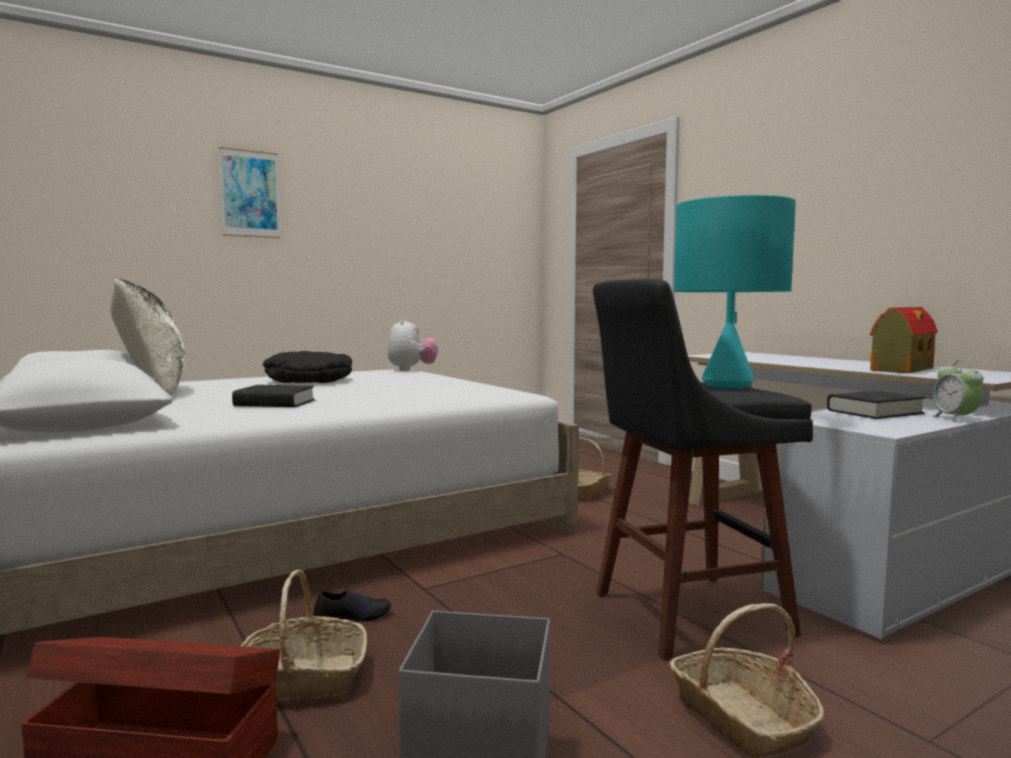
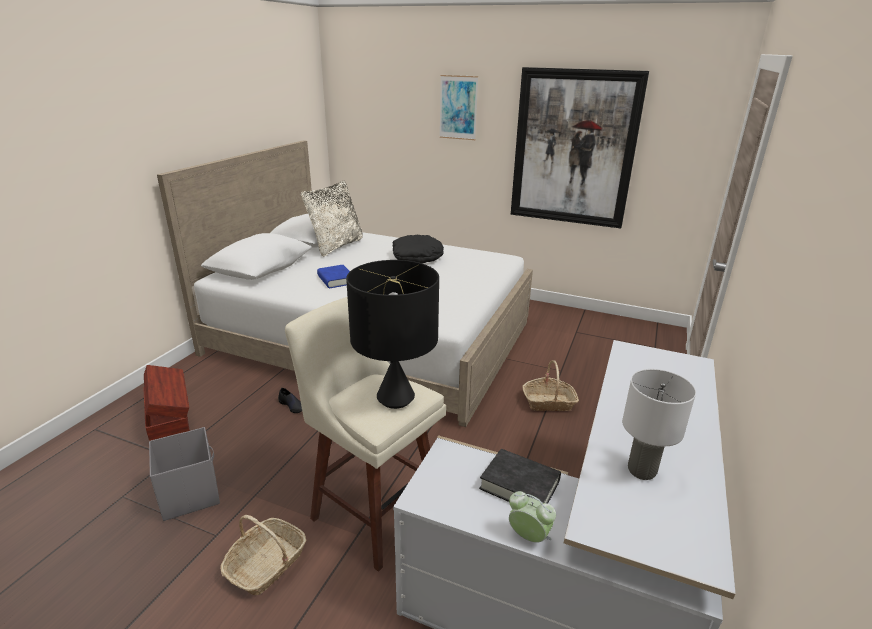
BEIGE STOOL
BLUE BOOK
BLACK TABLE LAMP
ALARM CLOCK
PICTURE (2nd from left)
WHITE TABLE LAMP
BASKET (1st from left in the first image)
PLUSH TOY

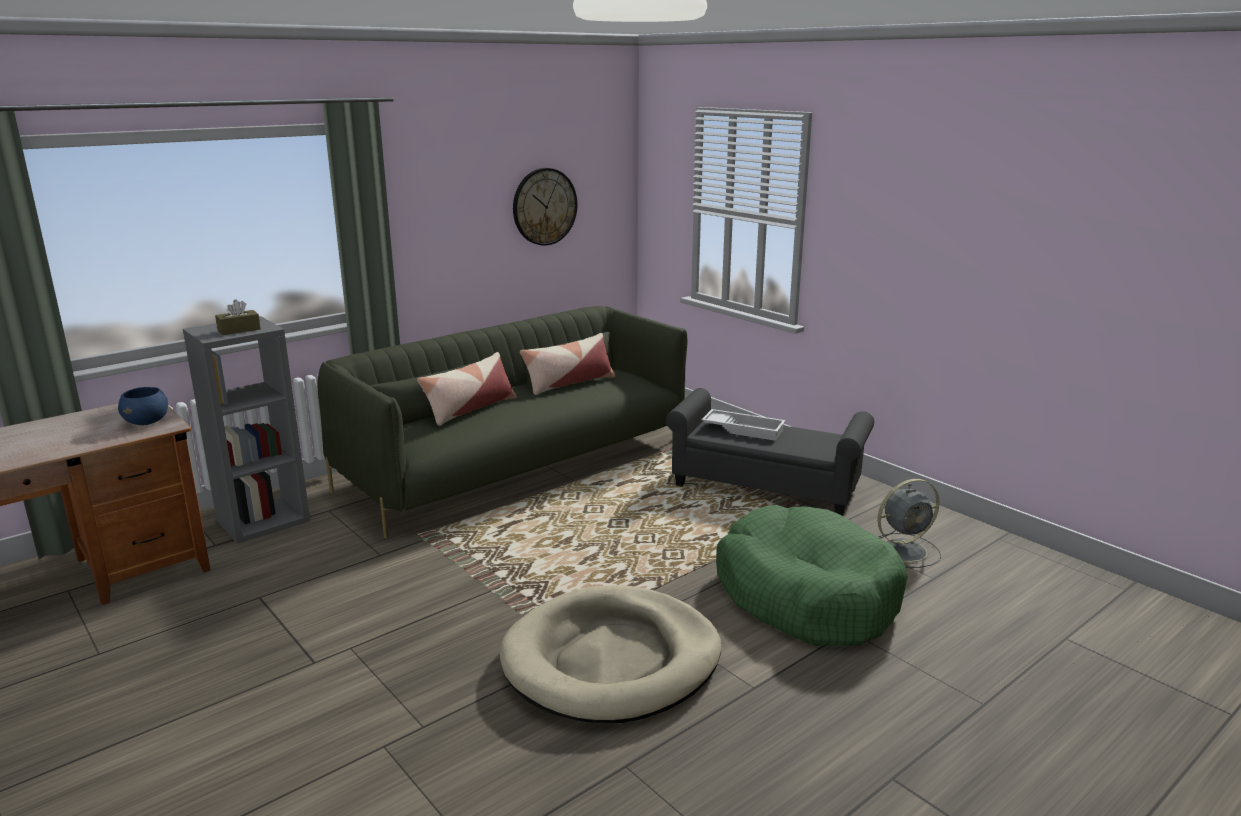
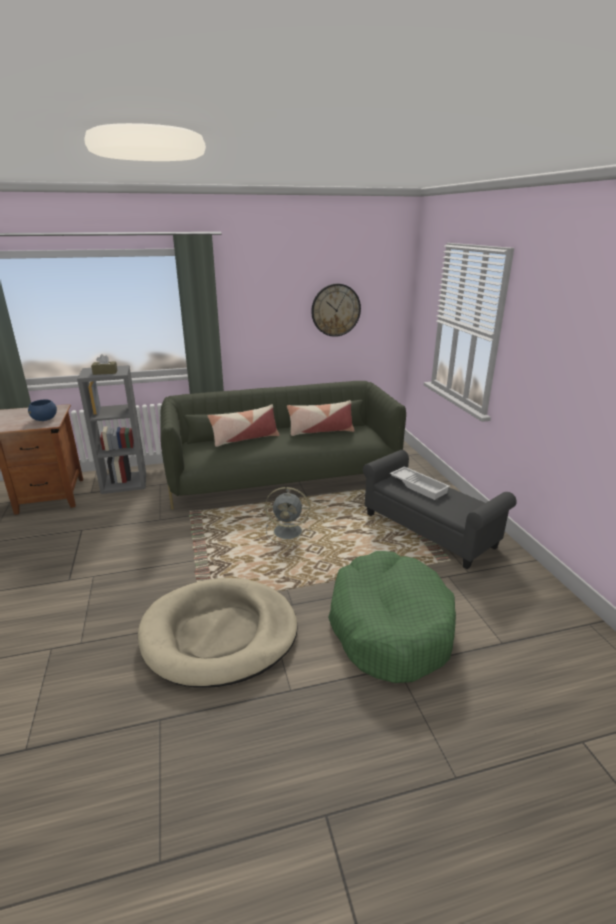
GREY FAN

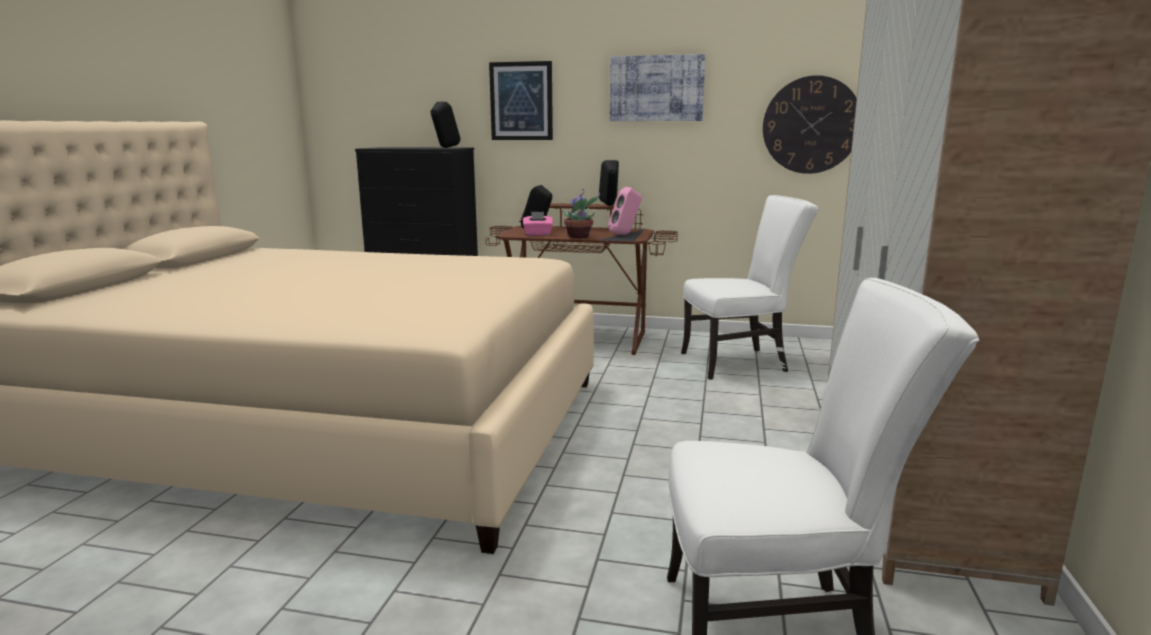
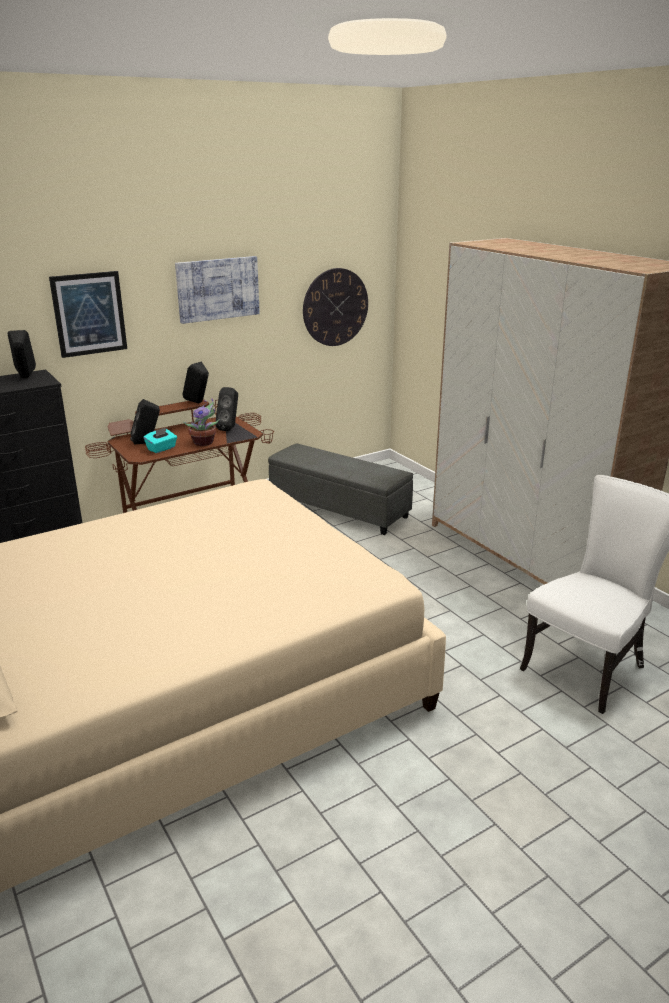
TURQUOISE TISSUE BOX
BLACK SPEAKER (4th from left)
GREY OTTOMAN

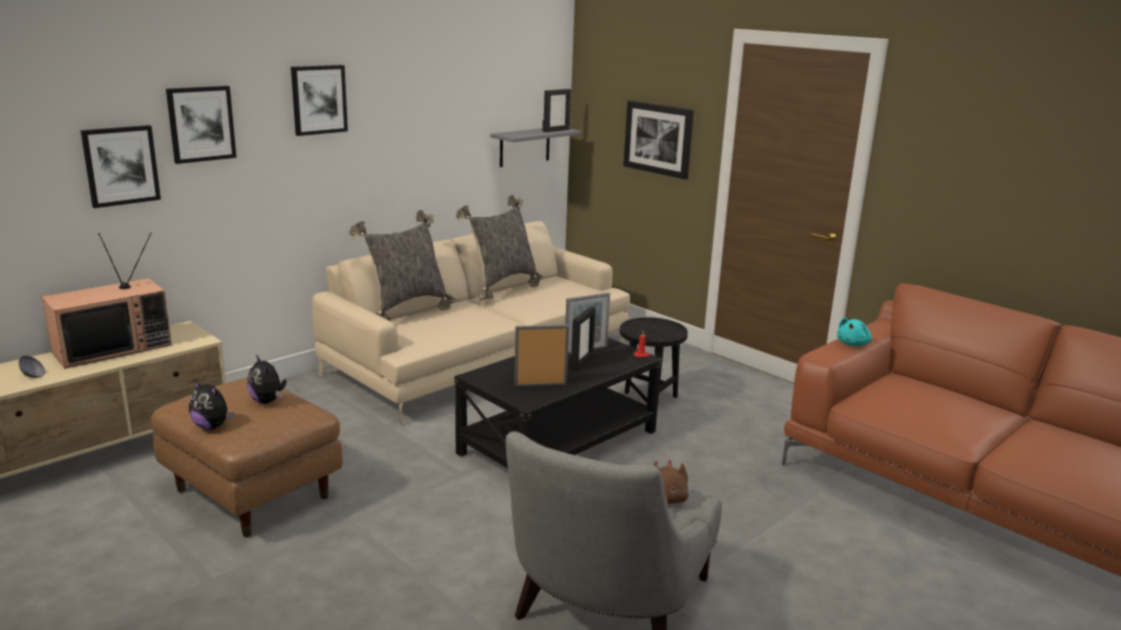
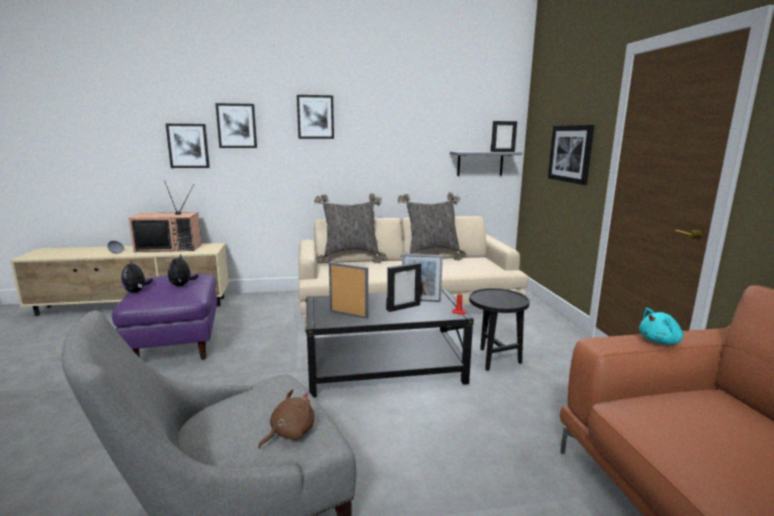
PURPLE OTTOMAN

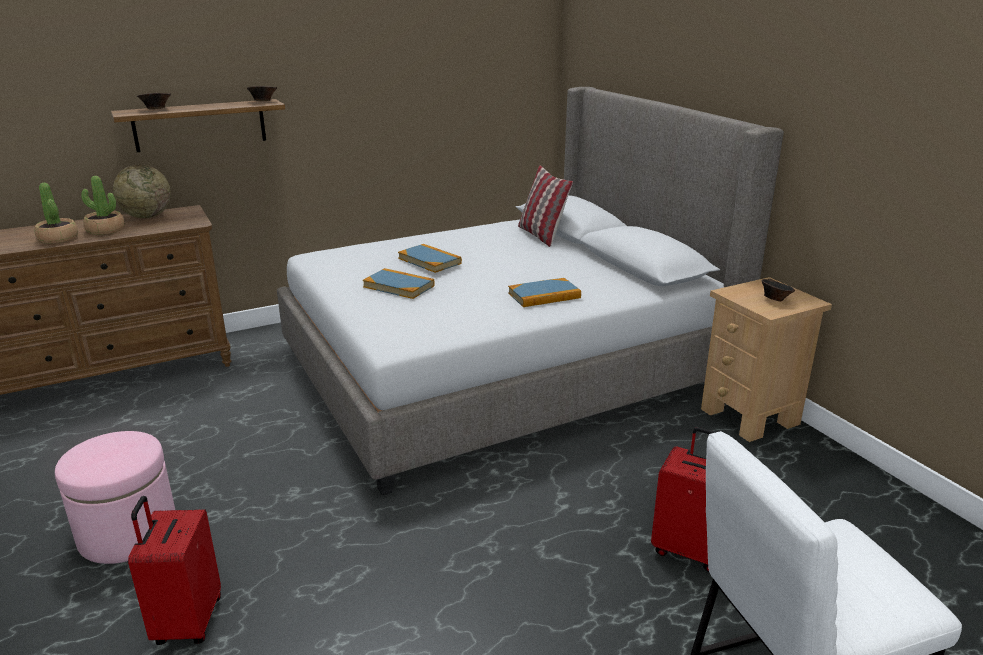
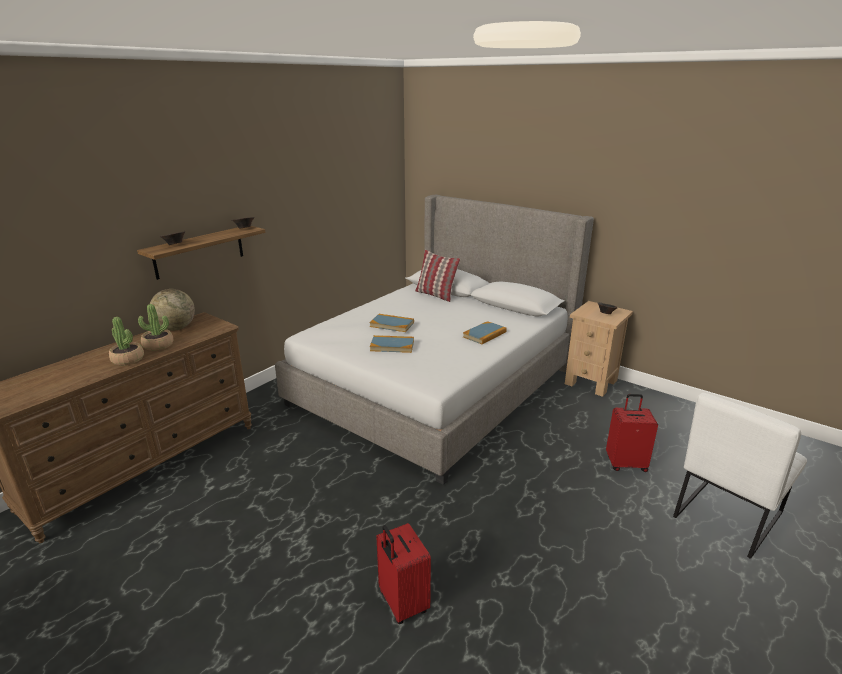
PINK OTTOMAN

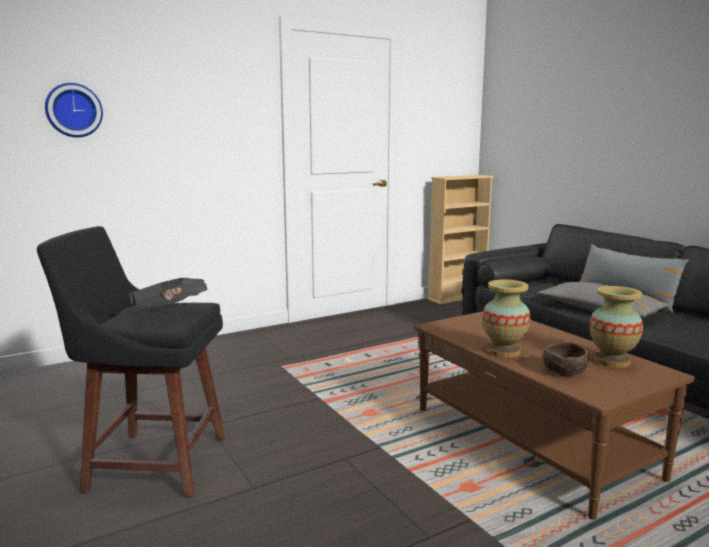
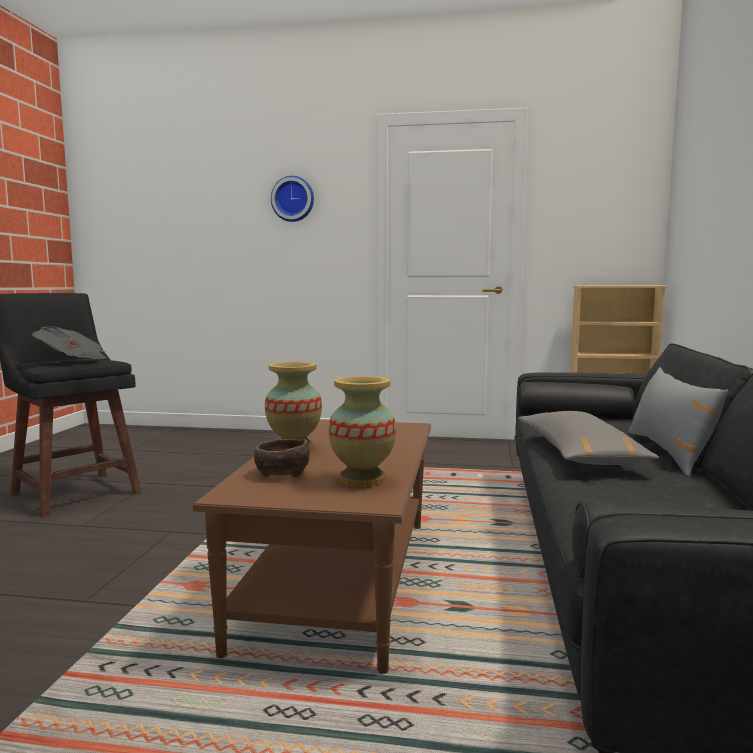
WALL CLOCK

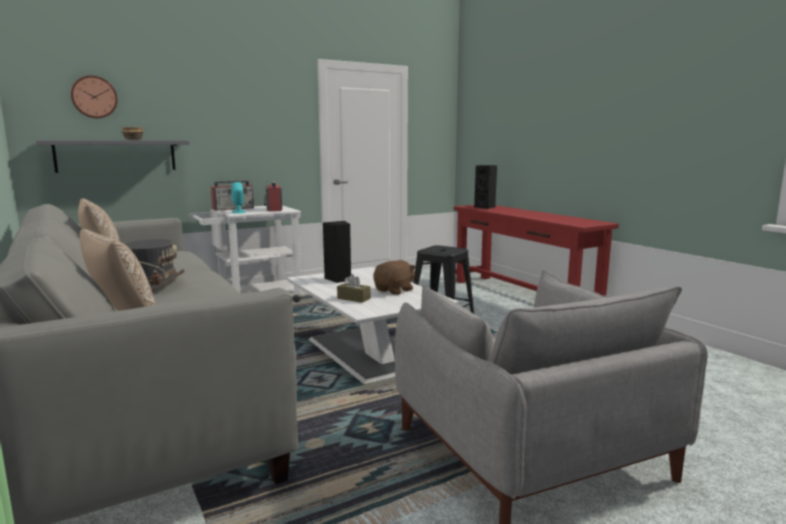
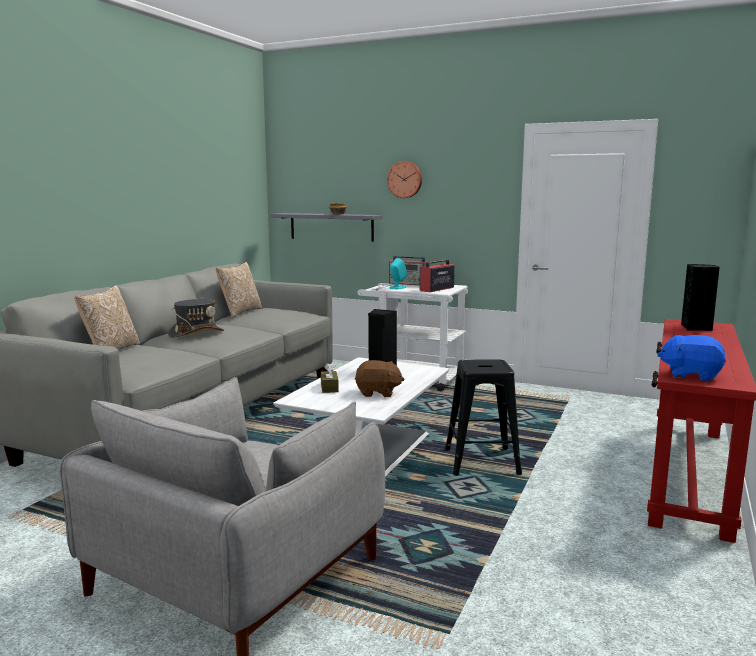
WALL CLOCK
BLUE PLUSH TOY

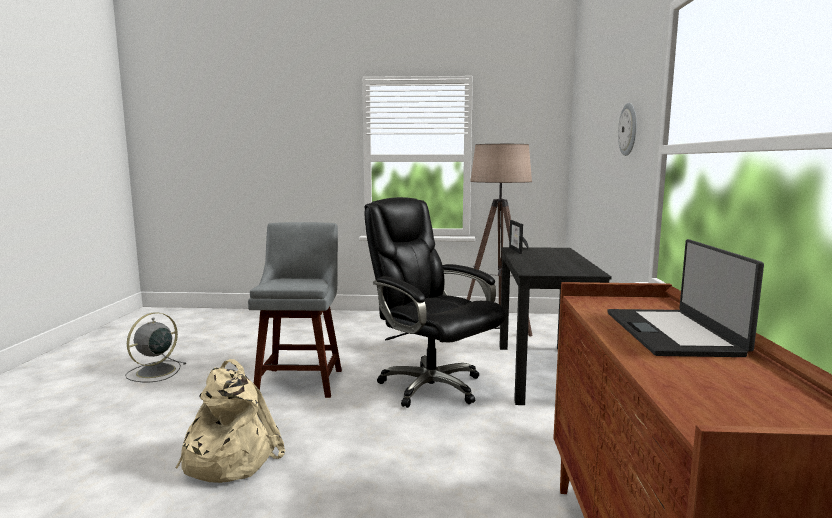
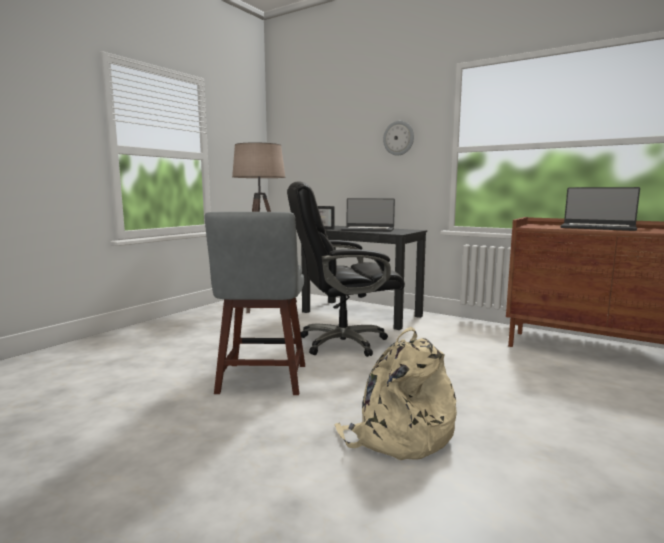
GREY CHAIR
LAPTOP (1st from left)
GREY FAN

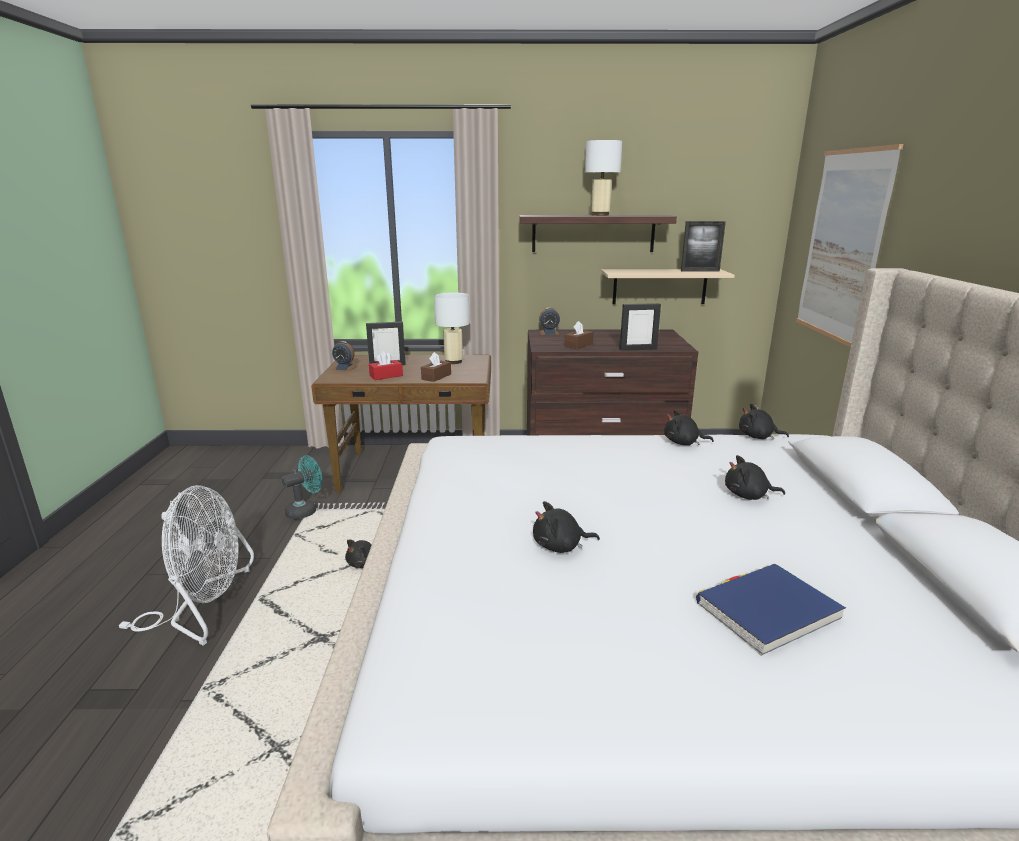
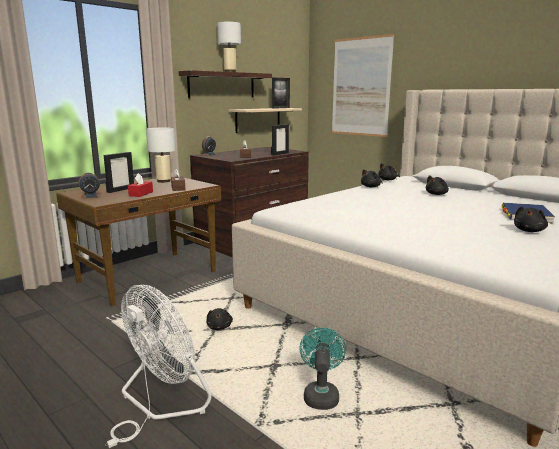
TURQUOISE FAN
BLACK PLUSH TOY (5th from left)

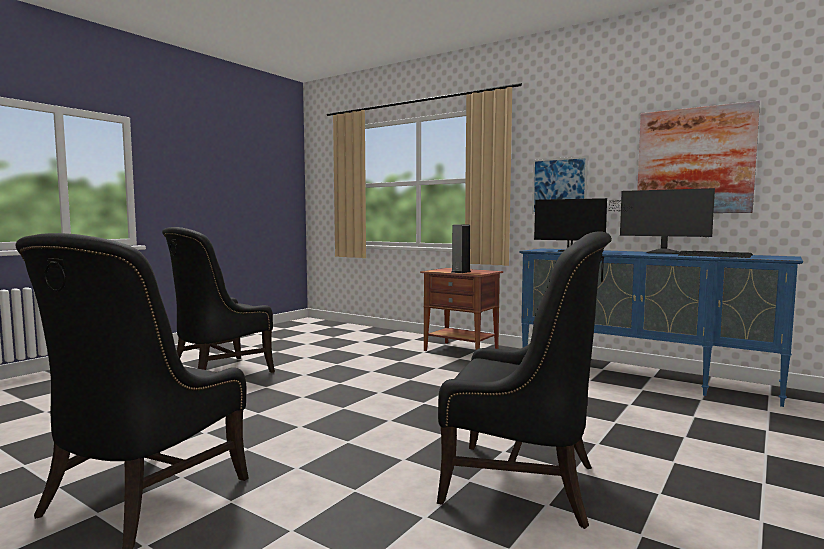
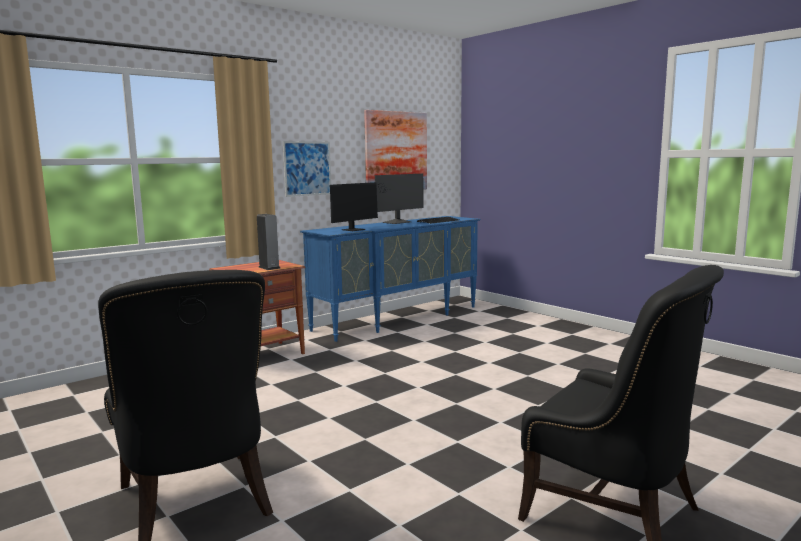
BLACK CHAIR (3rd from left in the first image)

